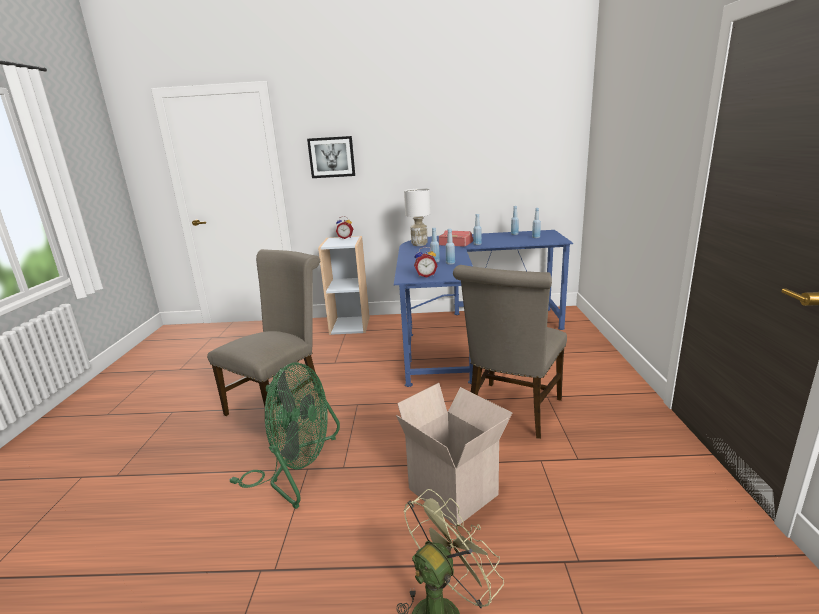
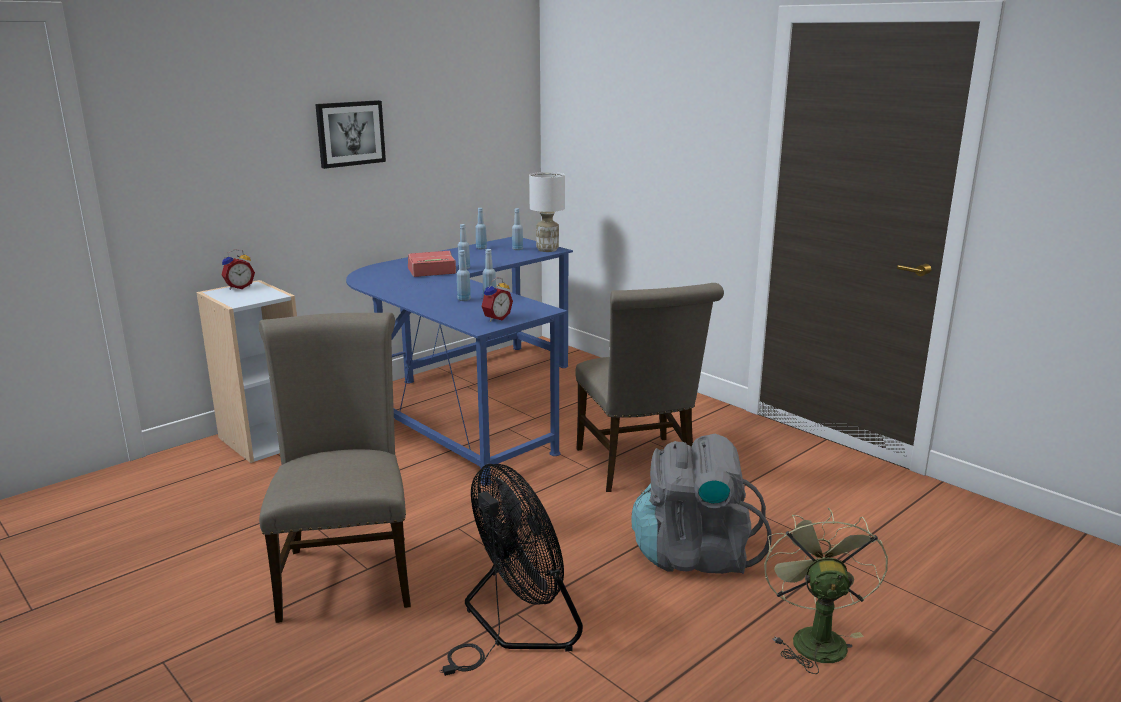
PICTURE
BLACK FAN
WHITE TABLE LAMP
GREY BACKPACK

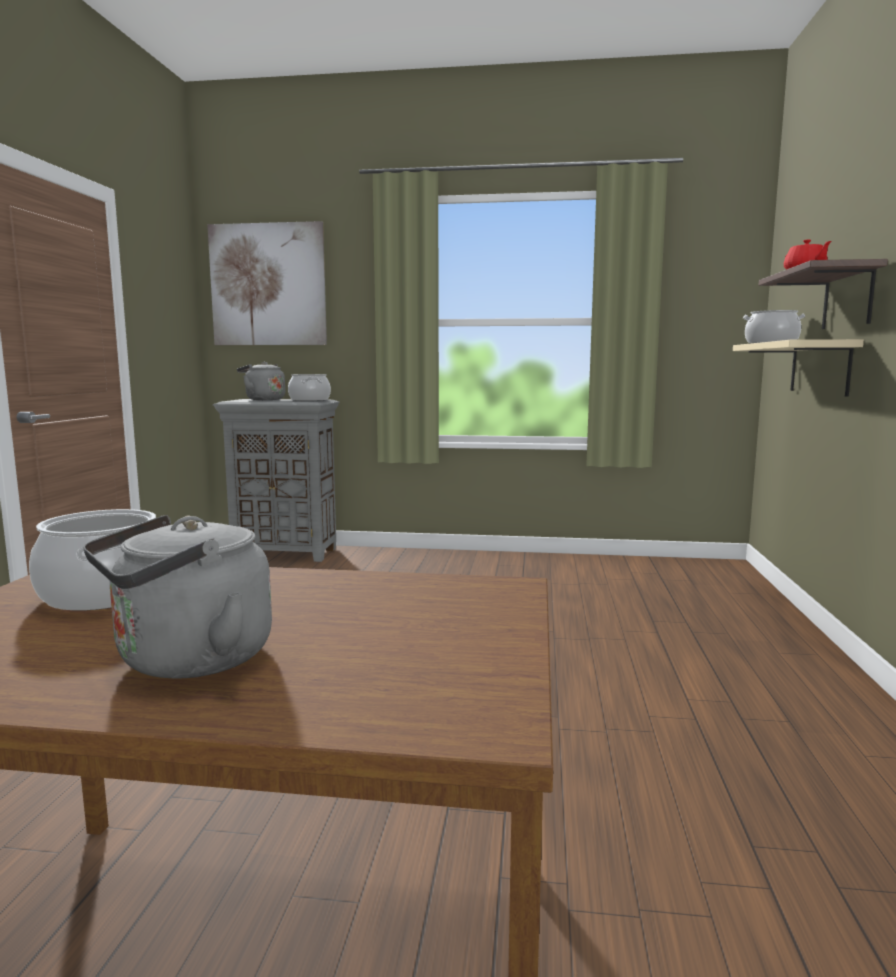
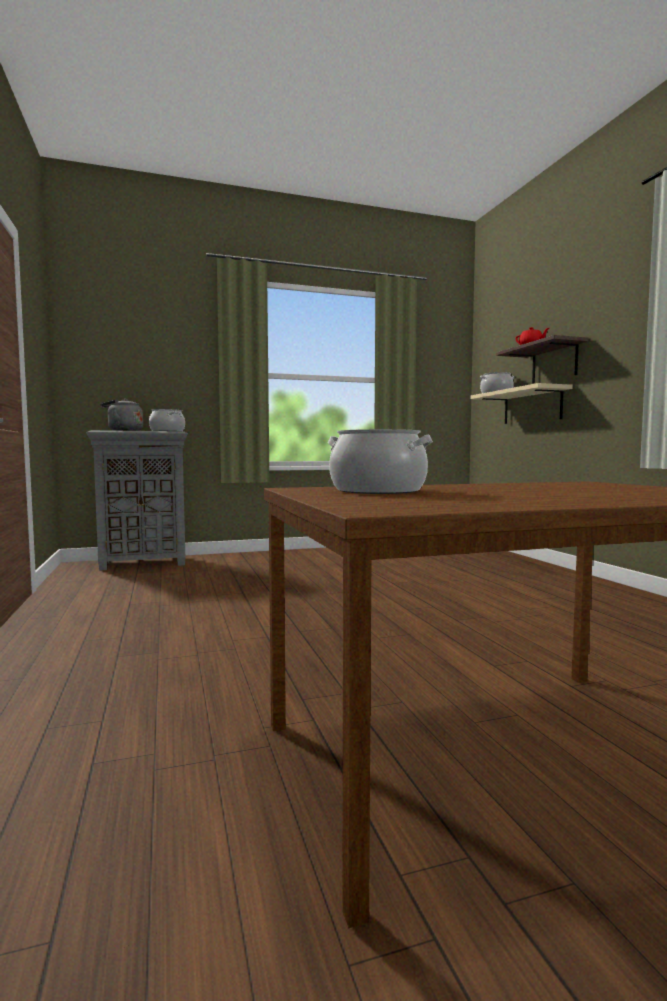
GREY KETTLE (1st from left in the first image)
PICTURE

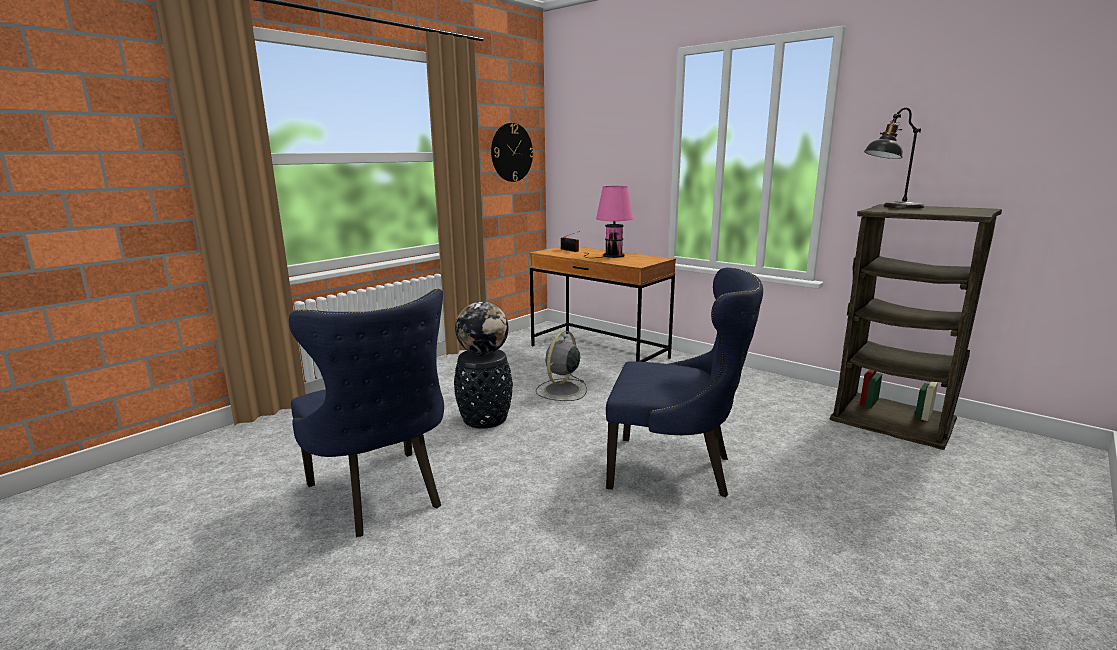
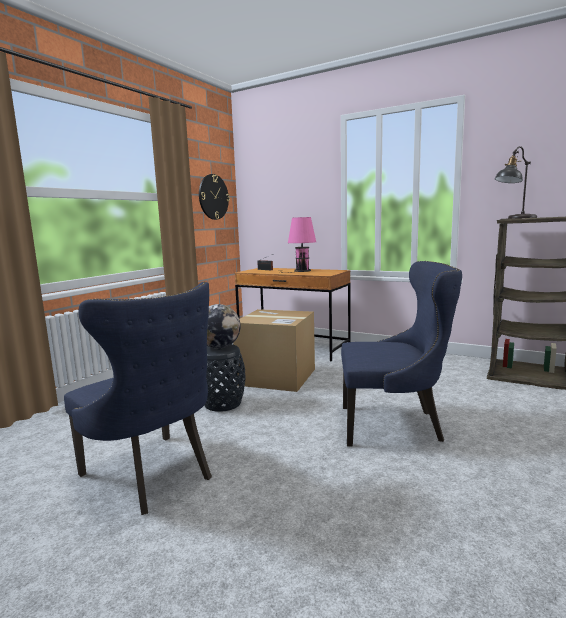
CARDBOARD BOX

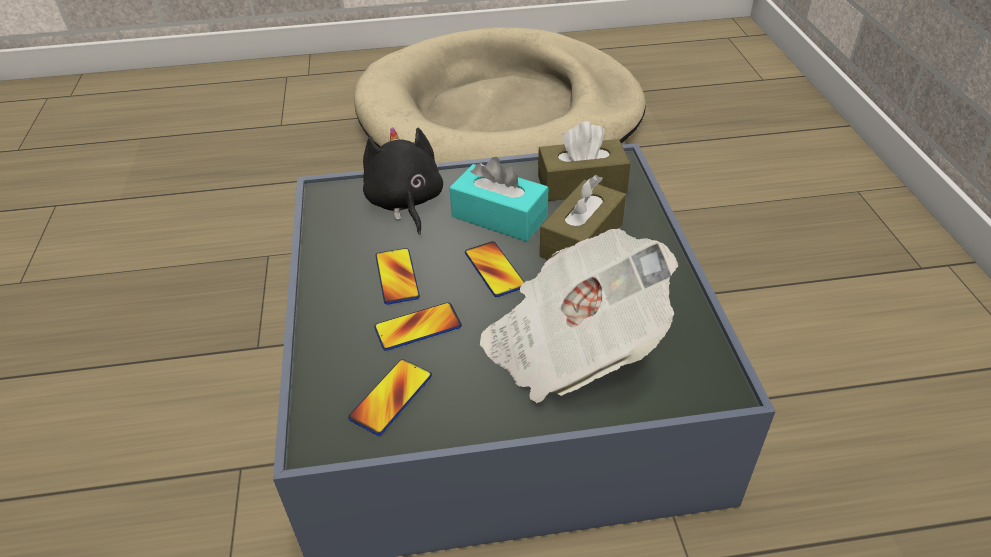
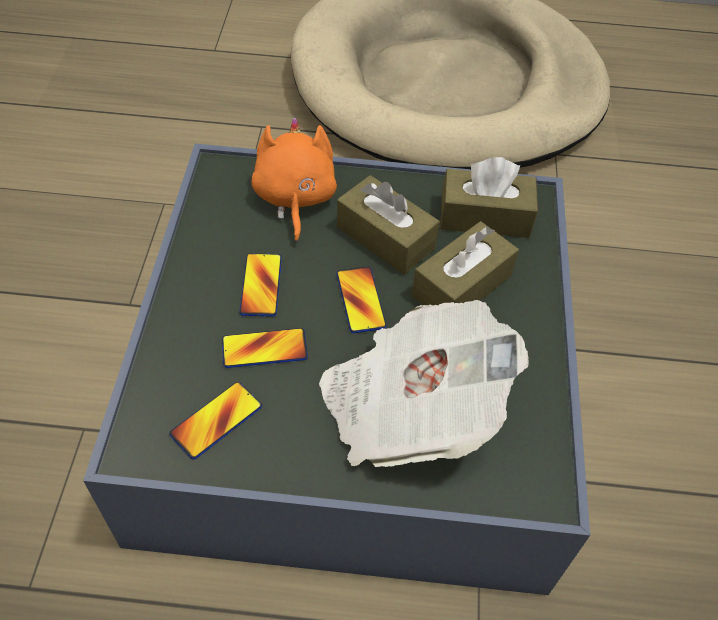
ORANGE PLUSH TOY
BROWN TISSUE BOX (1st from left)

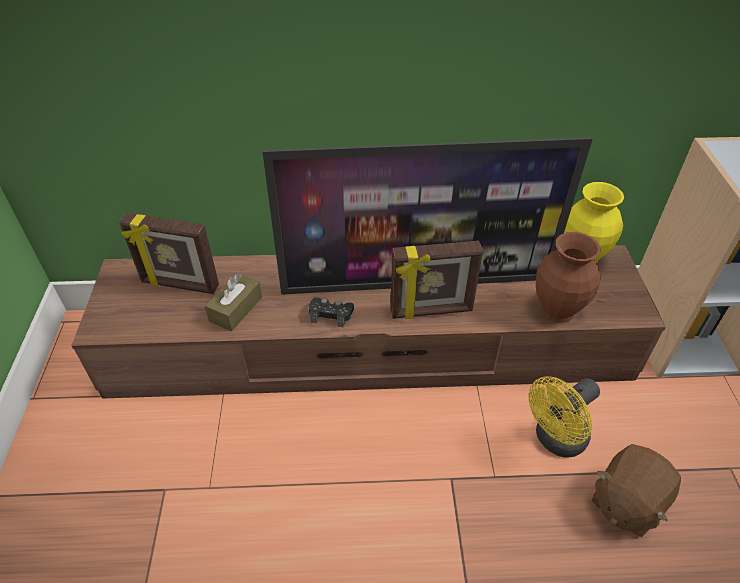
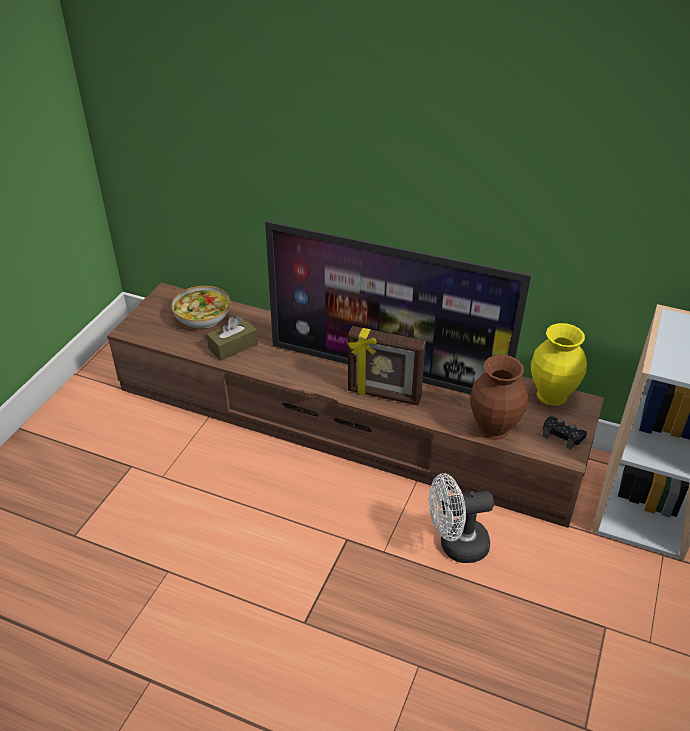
BOWL
WHITE FAN
BLACK GAME CONTROLLER
BROWN PLUSH TOY

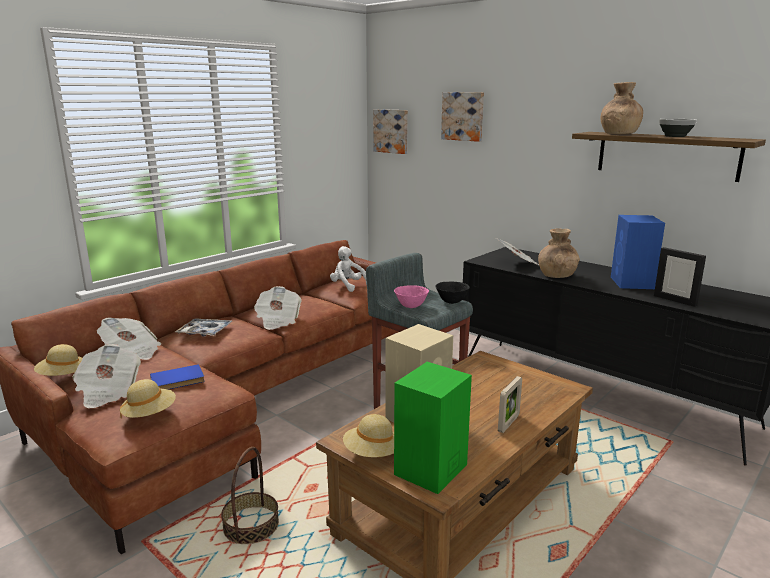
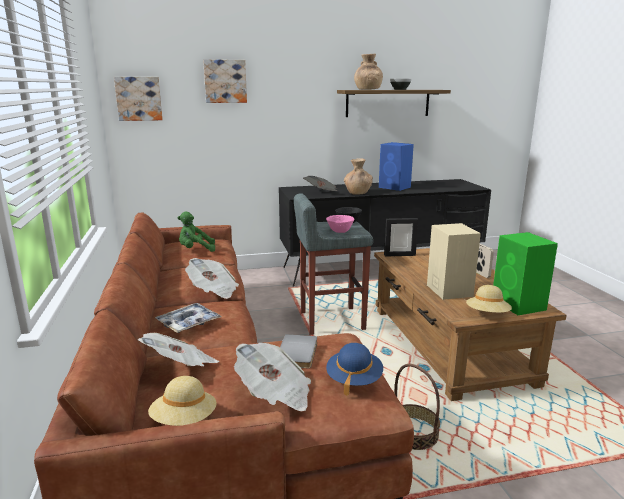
GREEN PLUSH TOY
GREY BOOK
BLUE HAT
PICTURE FRAME (1st from left)

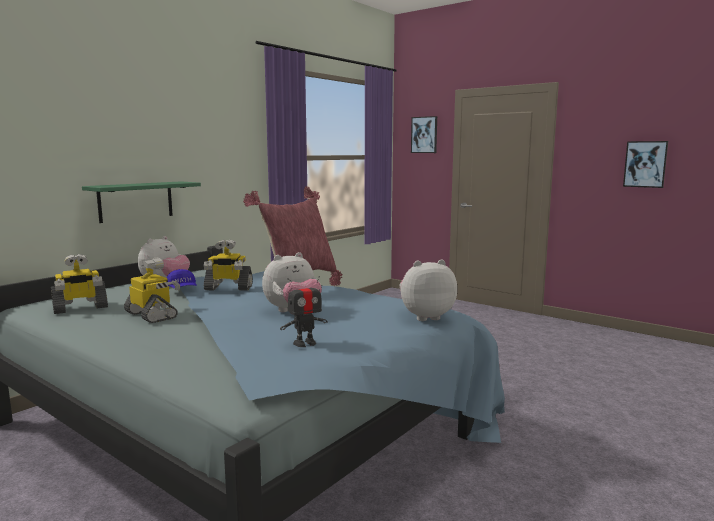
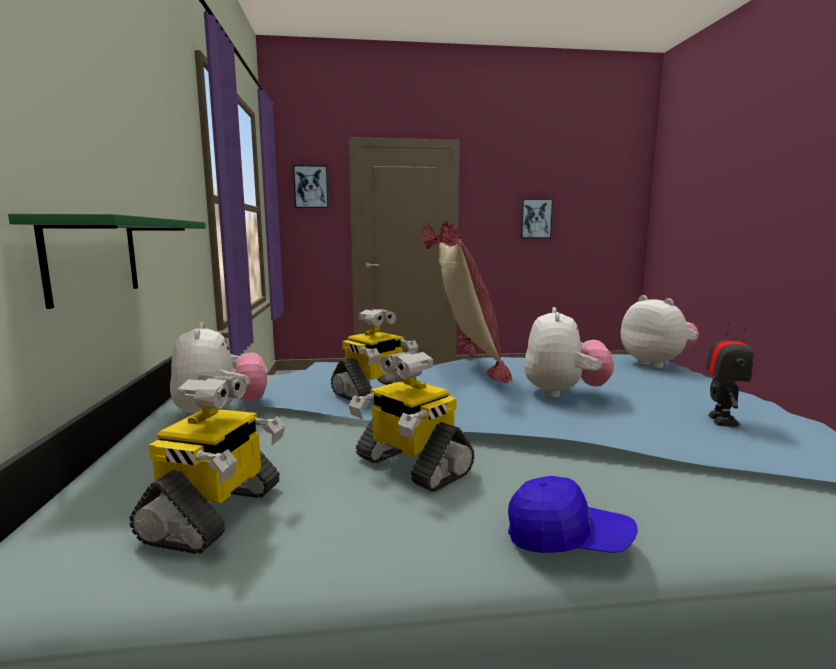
TOY ROBOT (3rd from left)
BLUE CAP
PLUSH TOY (3rd from left)

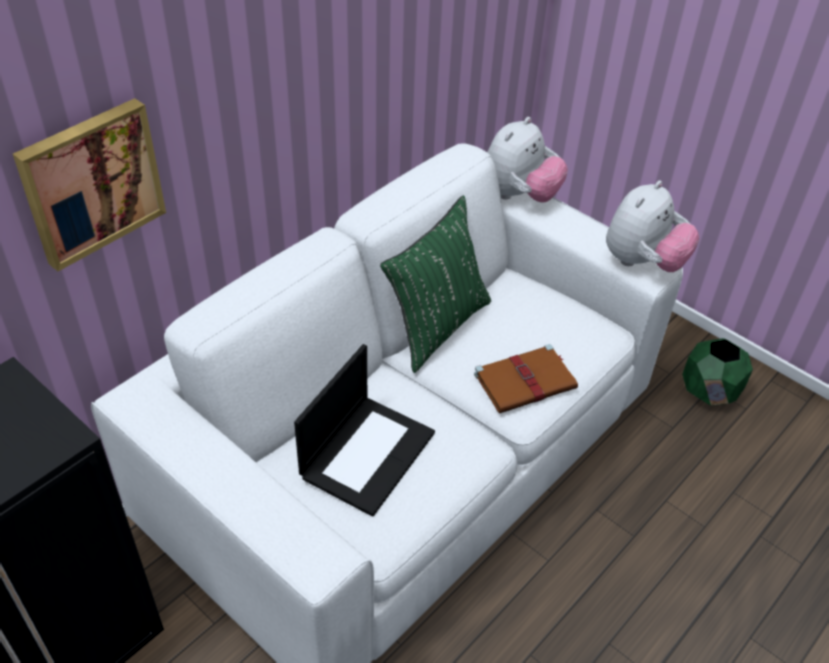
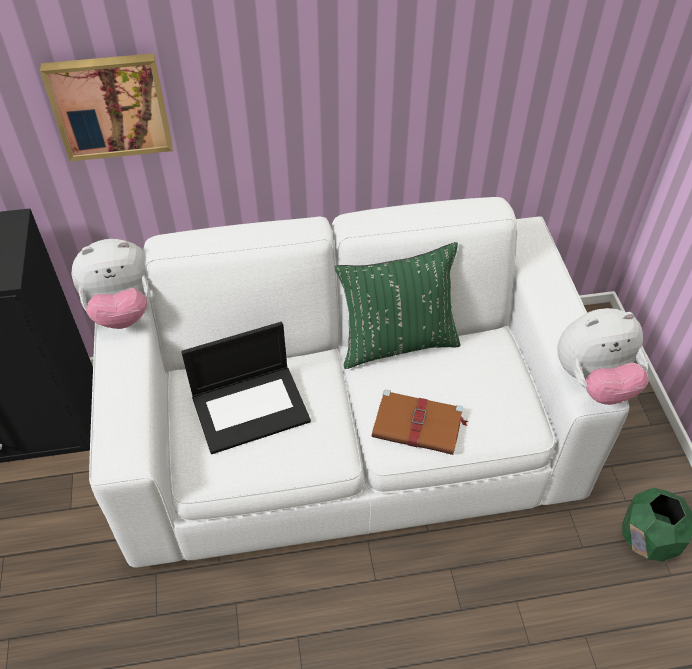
PLUSH TOY (1st from left)

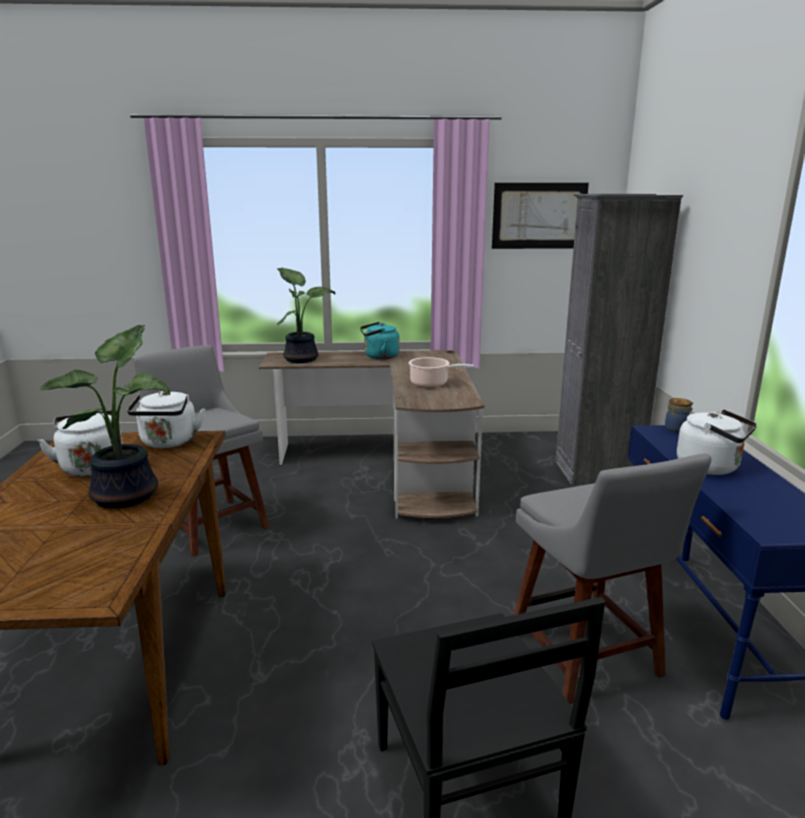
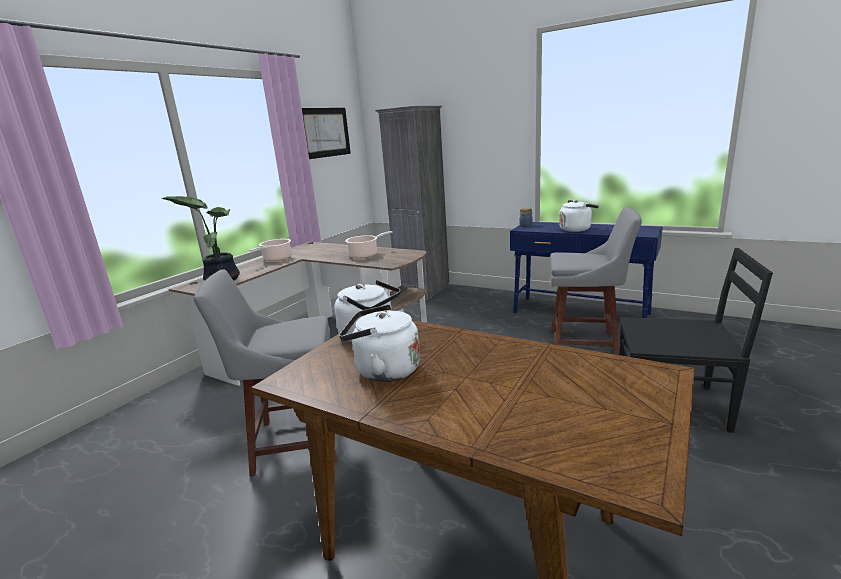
COOKING POT (1st from left)
POTTED PLANT (1st from left in the first image)

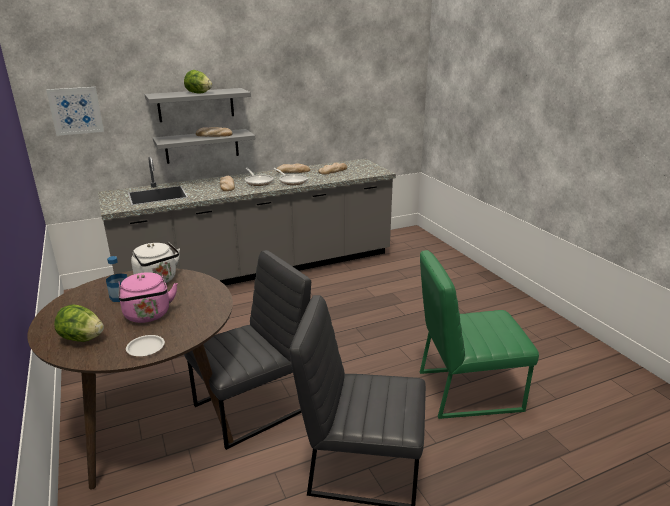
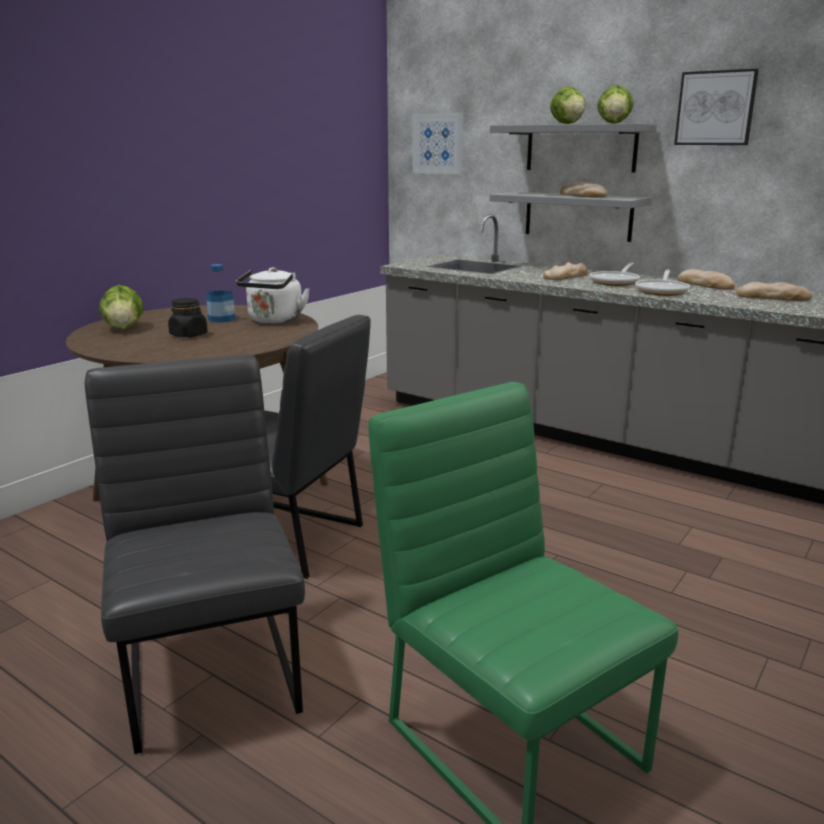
BLACK JAR
LETTUCE (3rd from left)
PICTURE (2nd from left)
WHITE PLATE

